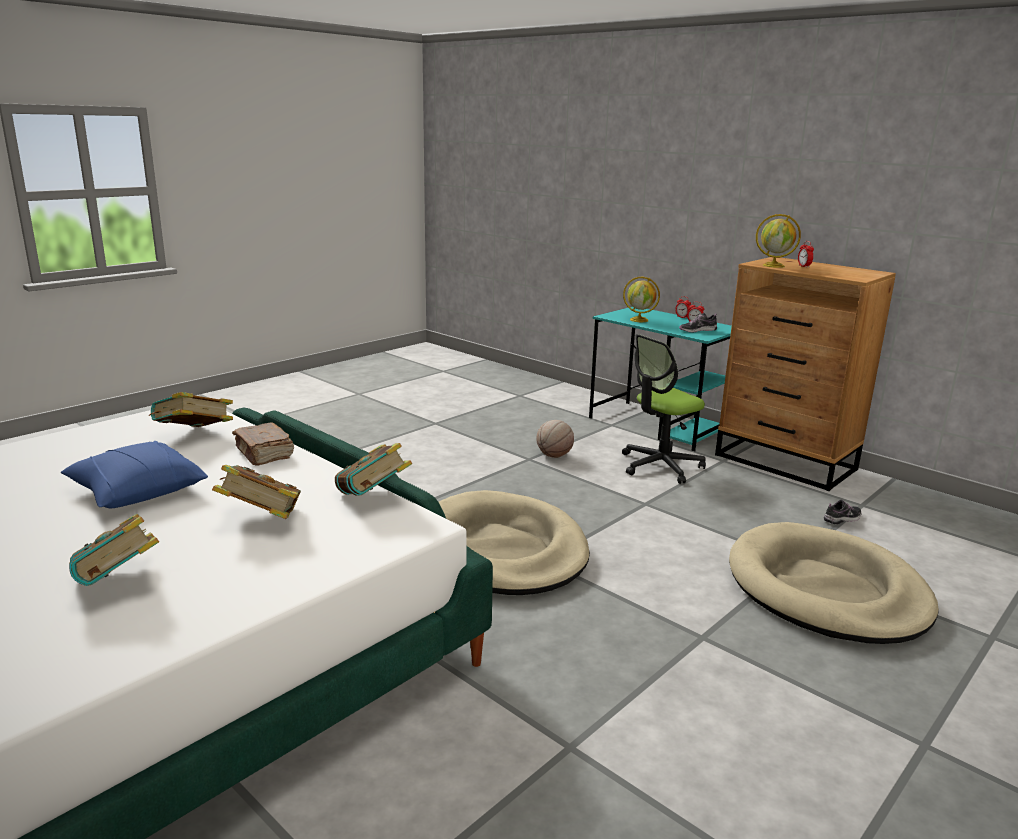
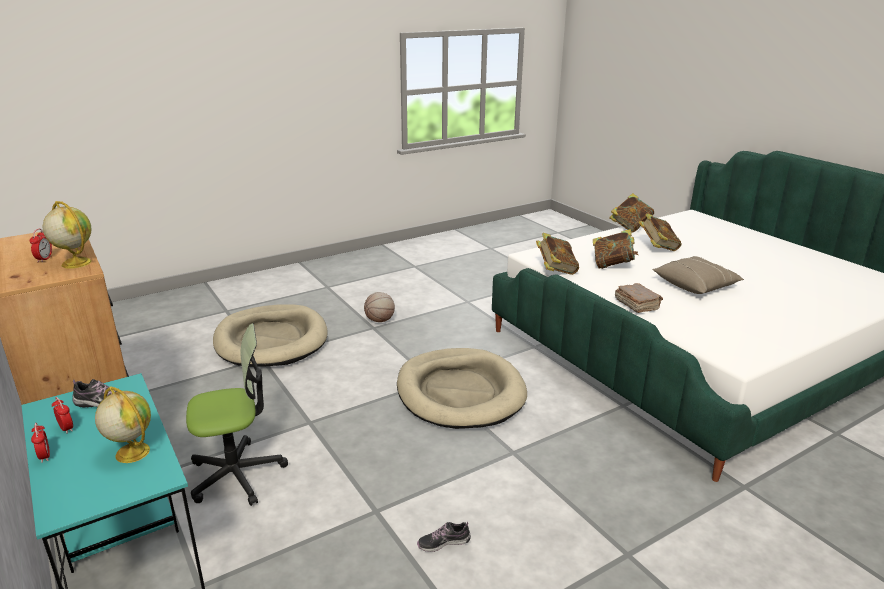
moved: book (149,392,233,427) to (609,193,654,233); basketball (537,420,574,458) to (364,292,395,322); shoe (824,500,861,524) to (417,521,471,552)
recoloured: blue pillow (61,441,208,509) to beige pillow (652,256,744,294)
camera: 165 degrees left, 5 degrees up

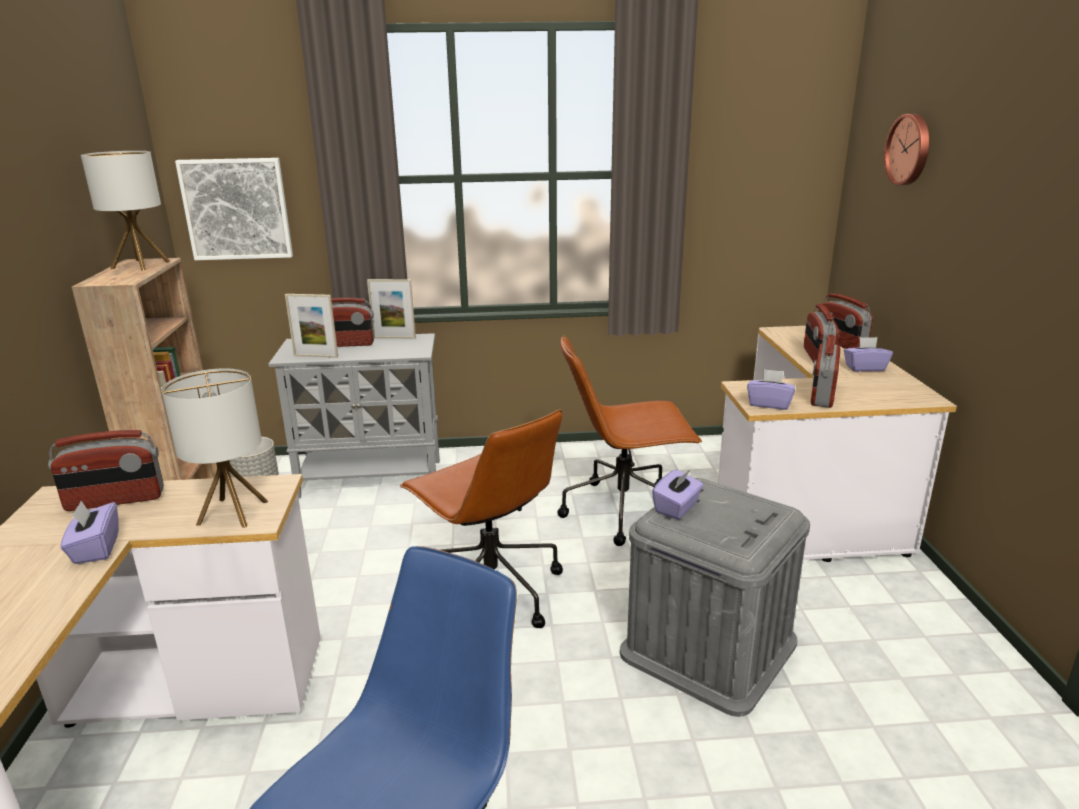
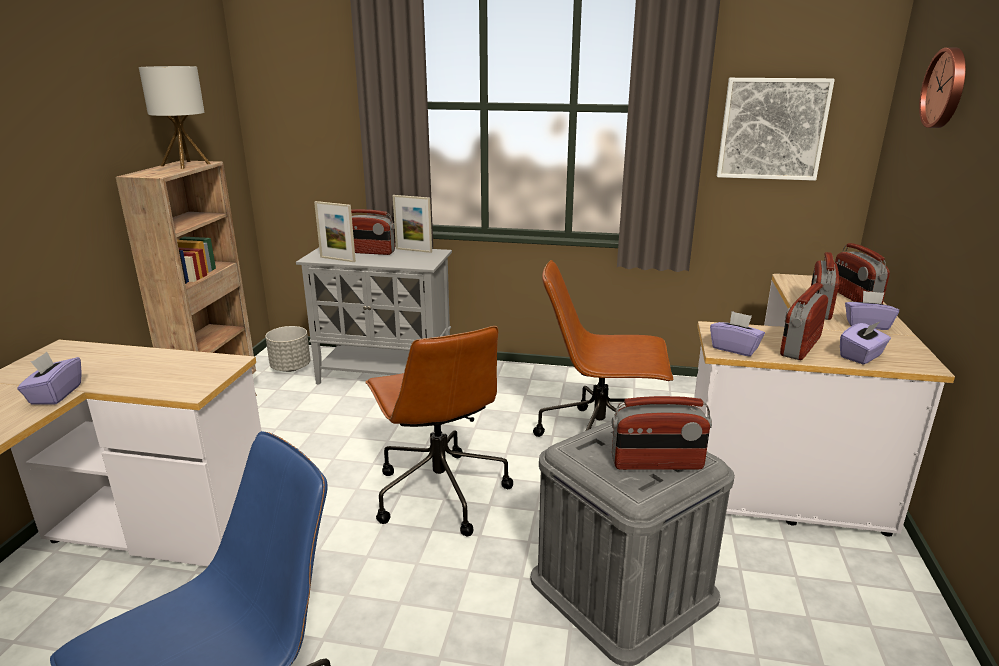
removed: table lamp (162,368,268,528)
moved: radio (48,430,164,511) to (612,396,712,470); picture (175,158,293,260) to (717,78,835,181); purple tissue box (652,470,703,519) to (840,322,891,364)
camera: 15 degrees right, 0 degrees up

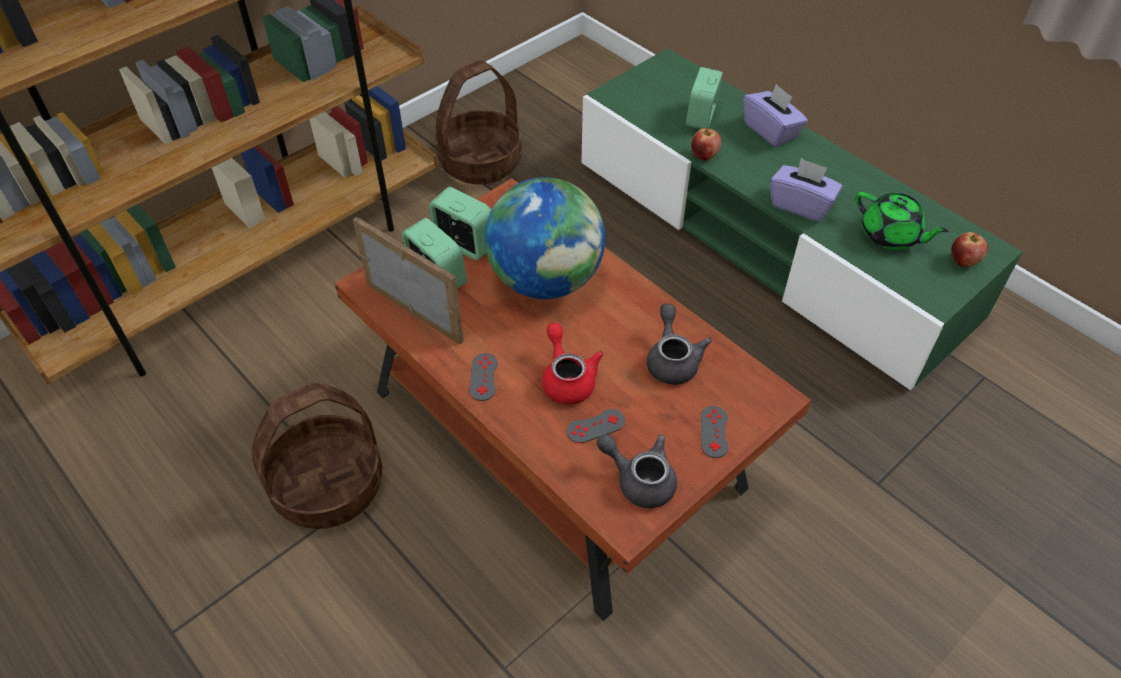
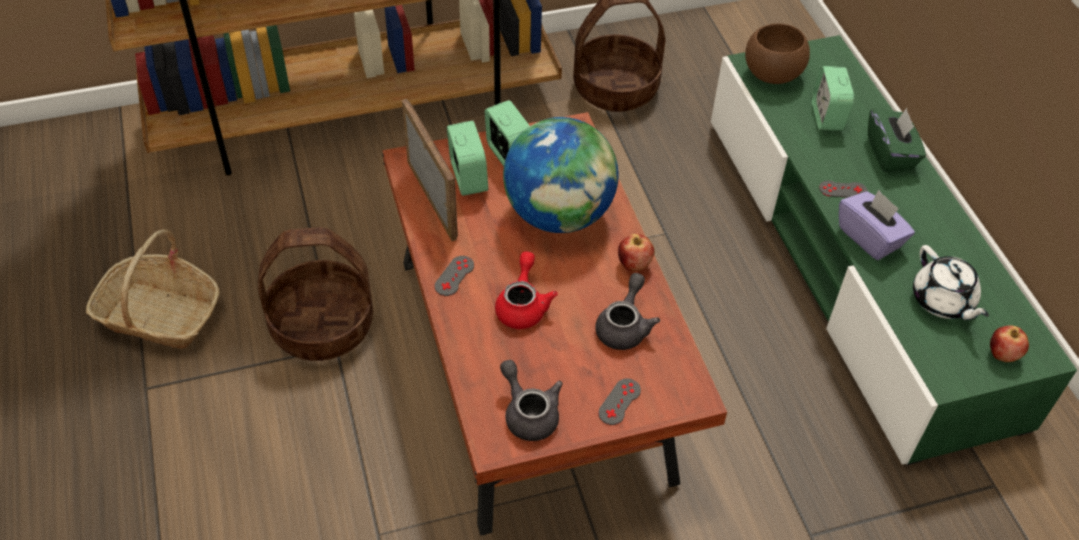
added: basket (86,229,220,349); brown bowl (745,23,810,84)
moved: grey game controller (567,409,625,443) to (819,181,868,198); apple (691,128,721,161) to (618,233,655,271)
recoloured: purple tissue box (743,84,808,147) to green tissue box (868,108,926,172); green teapot (855,192,949,250) to white teapot (913,245,989,320)
turned: alarm clock (686,67,723,129) = (812,66,854,131) 45 degrees counterclockwise
camera: 25 degrees right, 0 degrees up

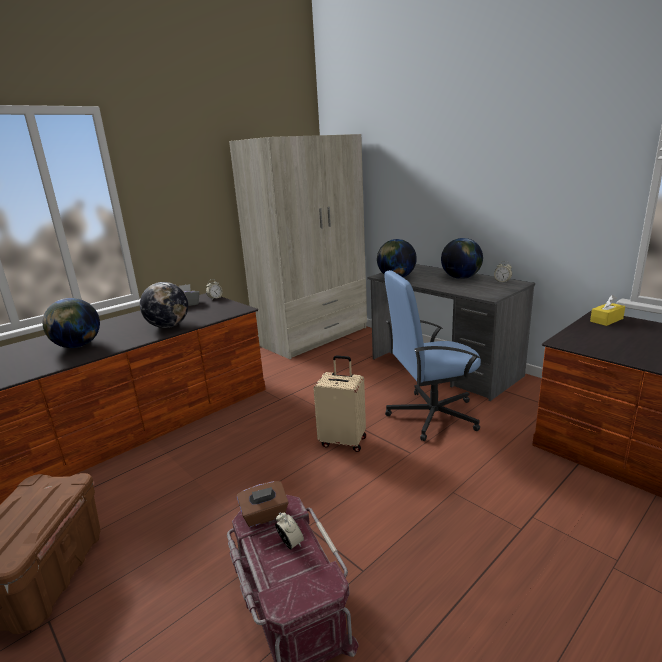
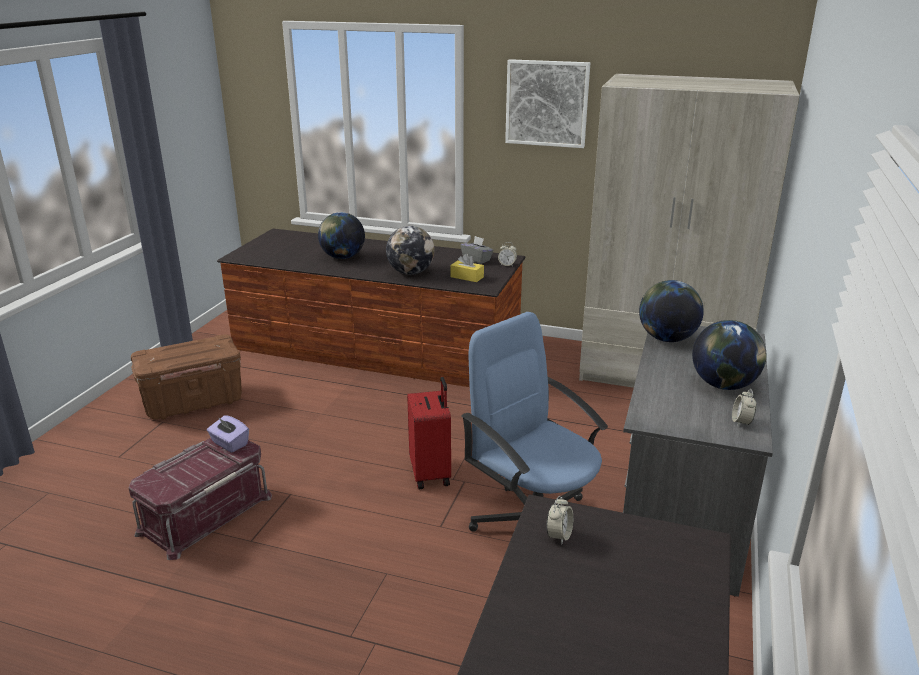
added: picture (505,59,590,148)
moved: alarm clock (275,512,304,549) to (546,496,573,545); yellow tissue box (590,295,625,326) to (450,253,484,282)
recoloured: brown tissue box (237,481,289,527) to purple tissue box (207,415,249,453); beige suitcase (313,355,366,452) to red suitcase (407,377,451,489)
camera: 60 degrees right, 5 degrees up

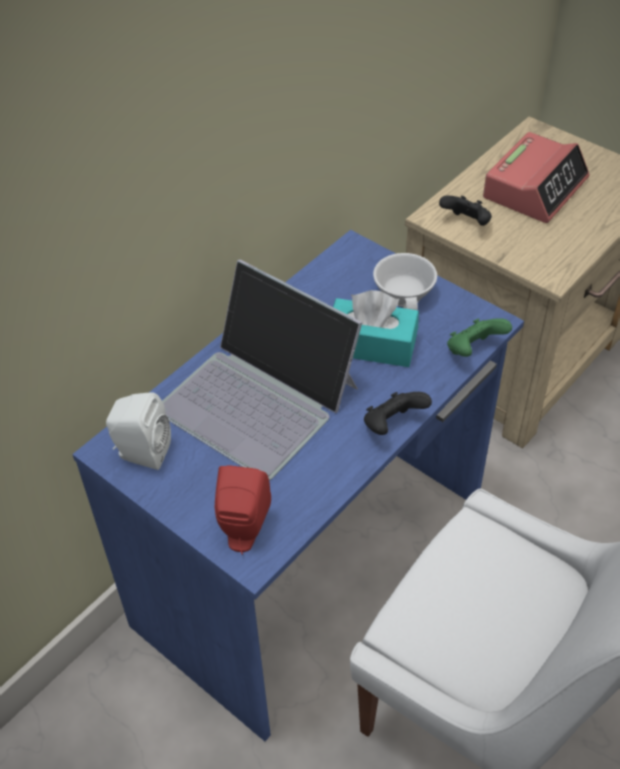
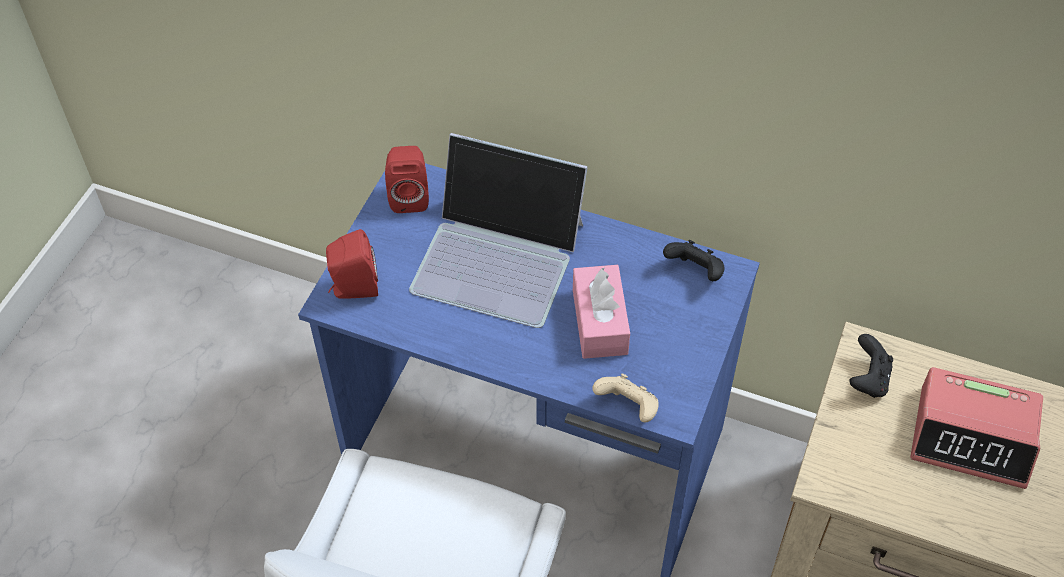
removed: white cup (373,253,437,310)
moved: black game controller (364,392,432,435) to (663,240,725,281)
recoloured: white speaker (106,392,171,470) to red speaker (385,146,429,213); turquoise tissue box (333,290,419,367) to pink tissue box (573,265,630,359); green game controller (447,318,512,357) to beige game controller (592,373,659,423)
turned: laptop (162,260,363,480) = (409,133,588,328) 90 degrees counterclockwise
camera: 70 degrees right, 5 degrees up

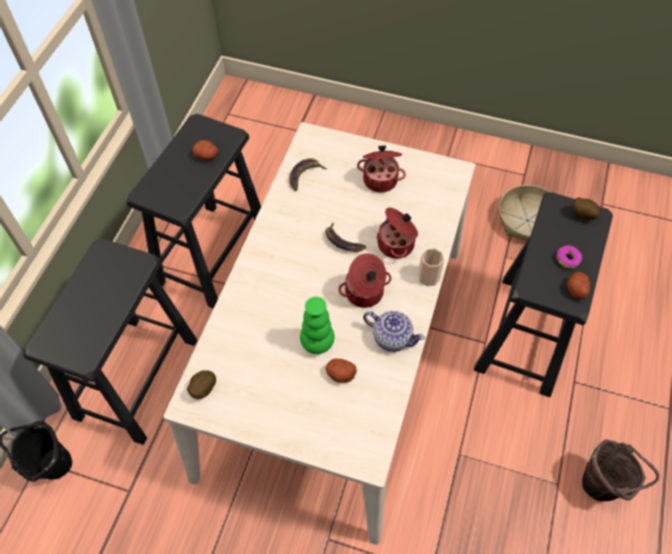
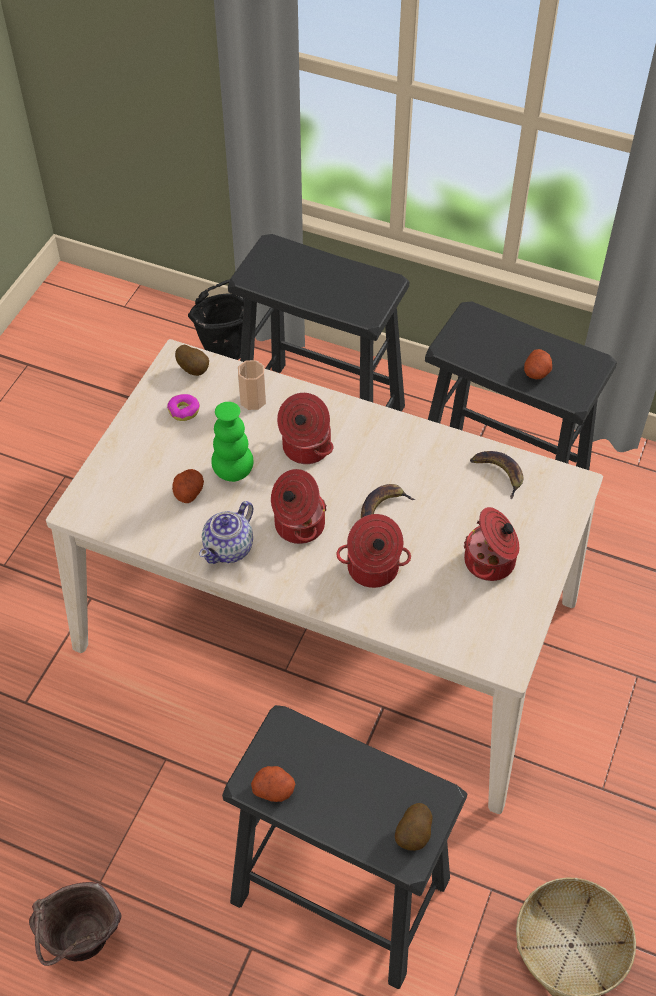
added: cooking pot (277,393,334,464)
moved: cup (418,248,444,286) to (238,360,266,410); donut (557,246,582,268) to (167,394,200,421)
camera: 95 degrees right, 5 degrees down

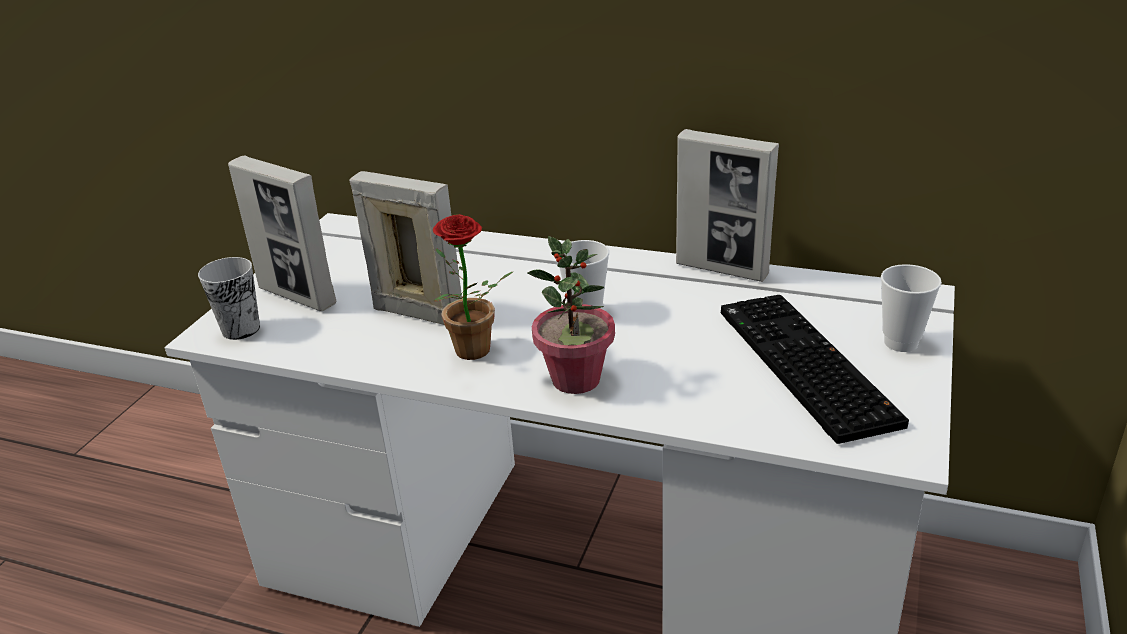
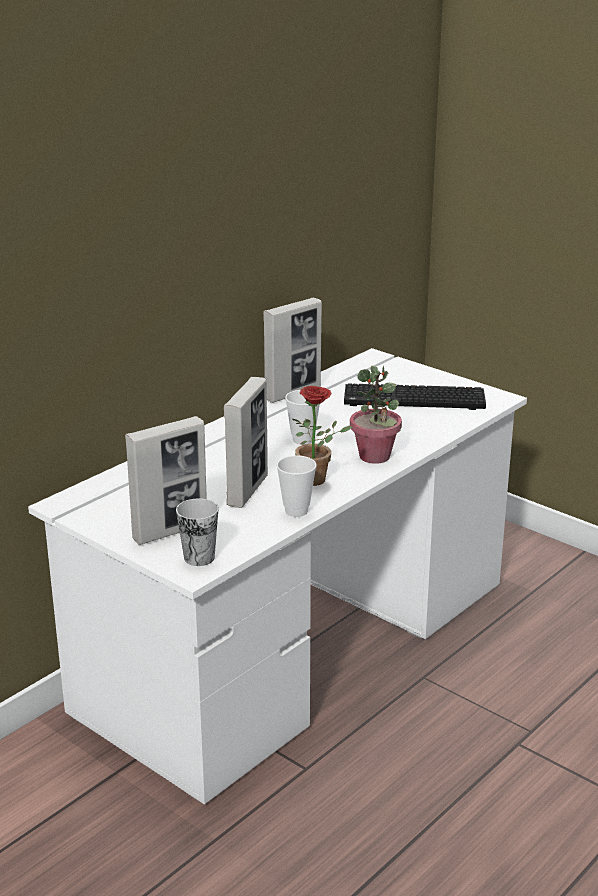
moved: cup (881,264,942,352) to (277,455,317,517)
turned: picture frame (349,171,462,325) = (224,377,268,508) 150 degrees clockwise
camera: 70 degrees left, 5 degrees down

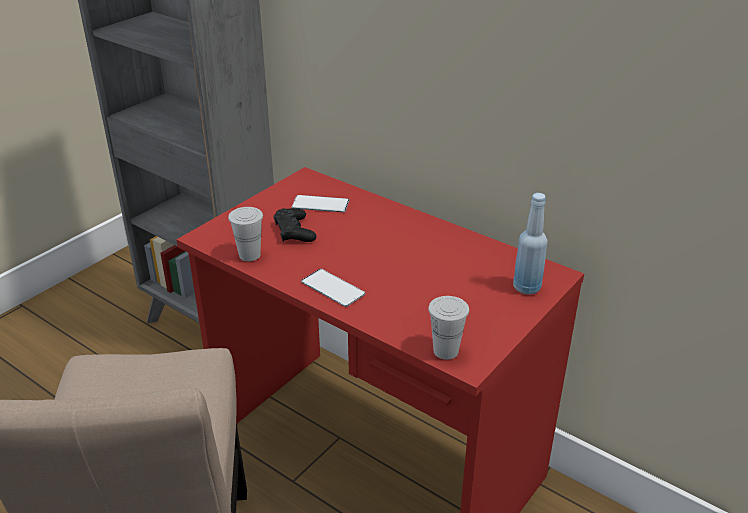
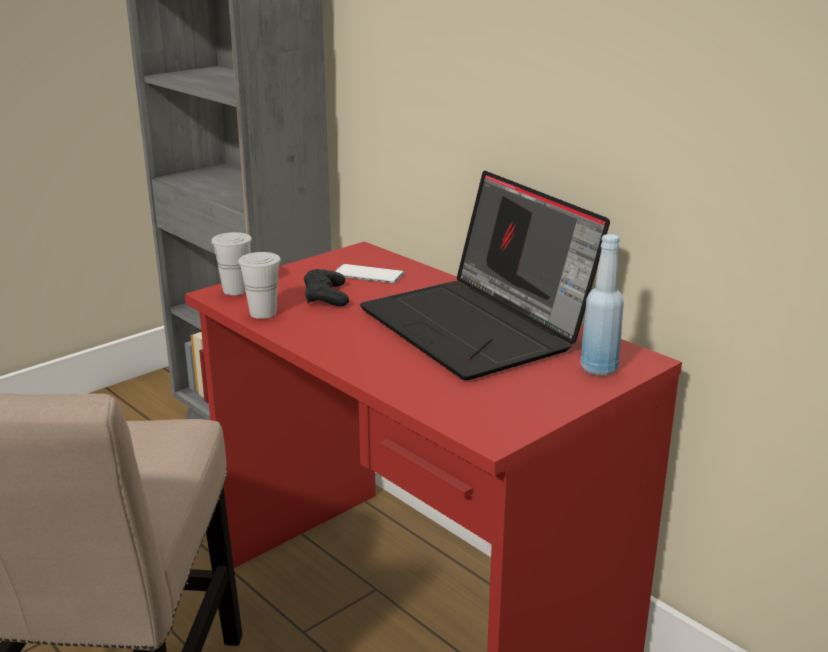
removed: phone (301,269,365,307)
added: laptop (360,171,610,380)
moved: white cup (428,296,469,360) to (211,232,252,295)
camera: 10 degrees right, 10 degrees down

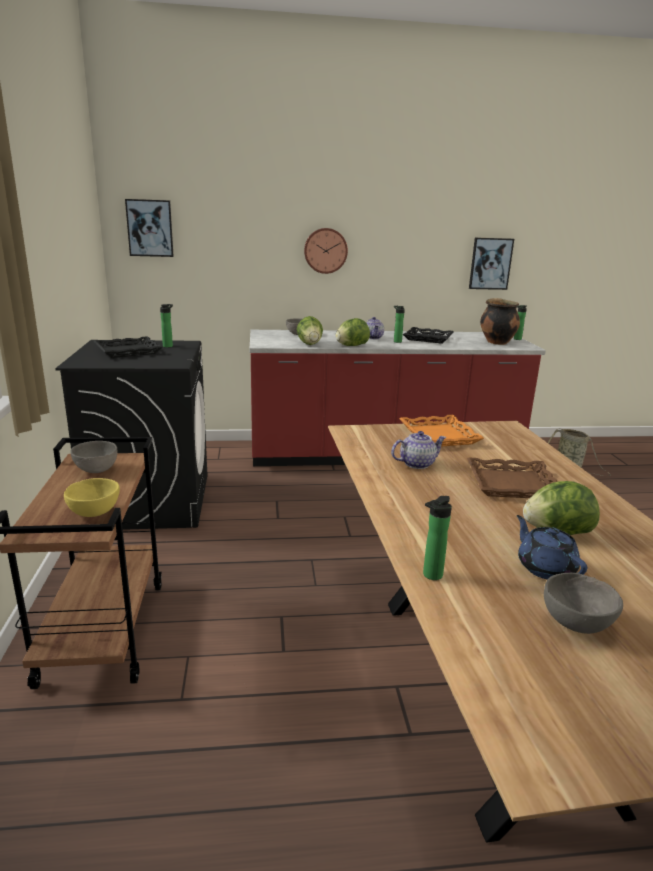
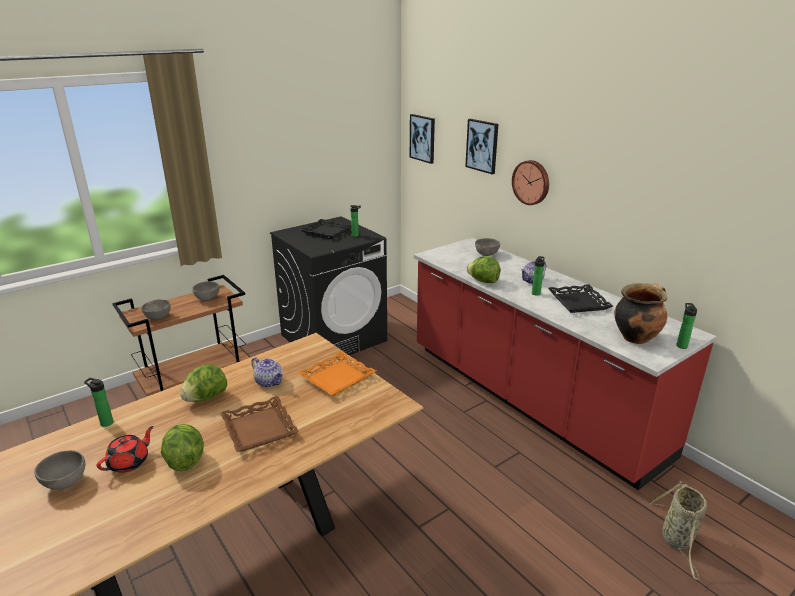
moved: lettuce (296,316,323,345) to (180,364,227,402); picture (469,238,514,290) to (465,119,498,174)
recoloured: yellow bowl (64,478,120,517) to grey bowl (142,299,171,320); blue teapot (517,515,587,580) to red teapot (97,426,154,473)
camera: 60 degrees right, 5 degrees up

